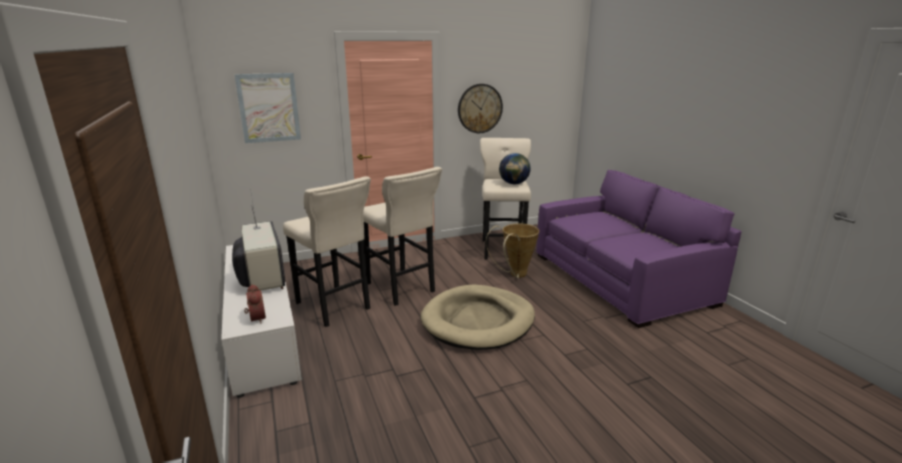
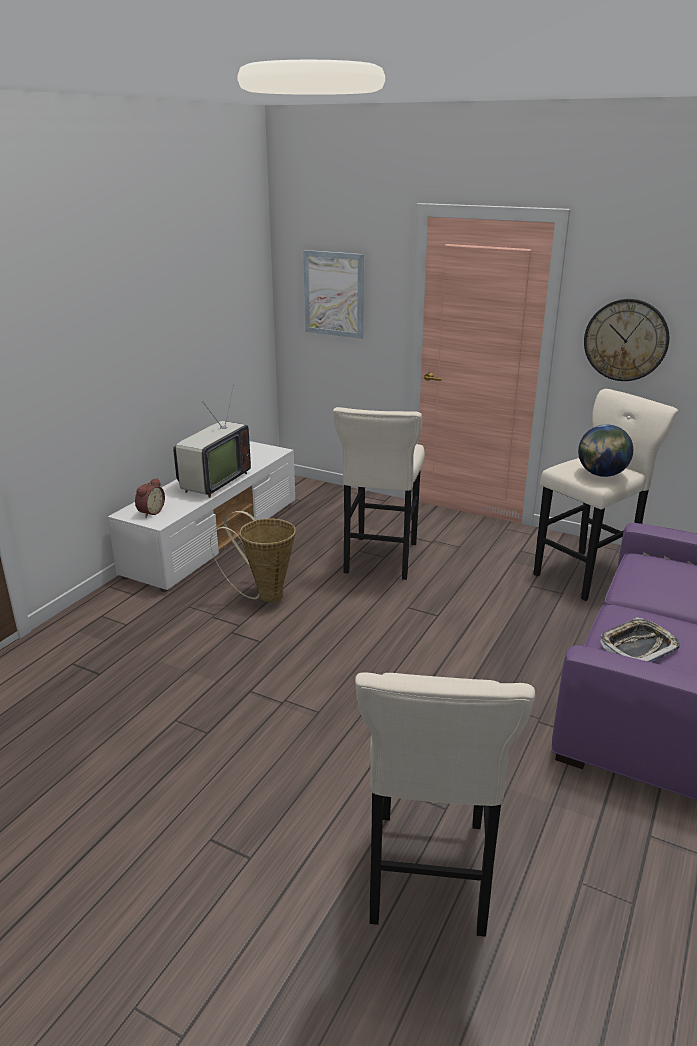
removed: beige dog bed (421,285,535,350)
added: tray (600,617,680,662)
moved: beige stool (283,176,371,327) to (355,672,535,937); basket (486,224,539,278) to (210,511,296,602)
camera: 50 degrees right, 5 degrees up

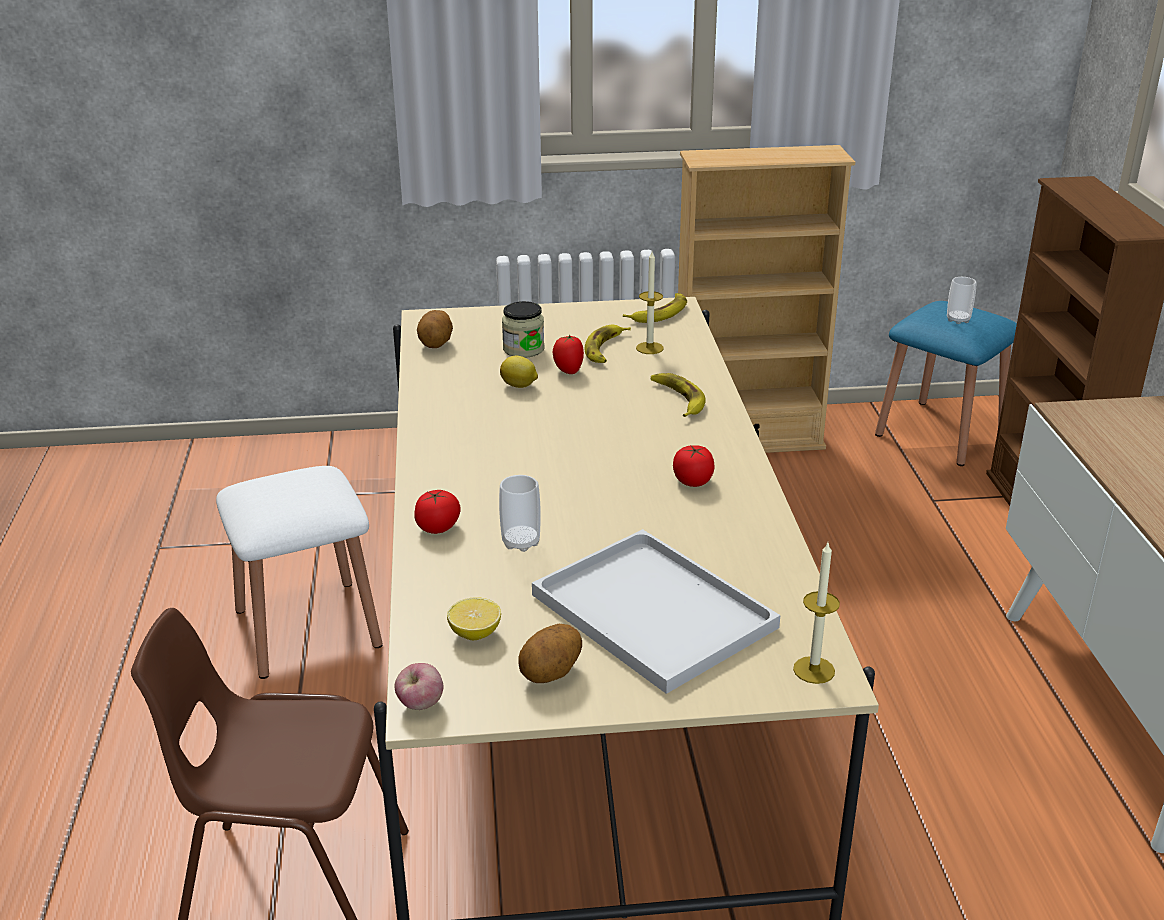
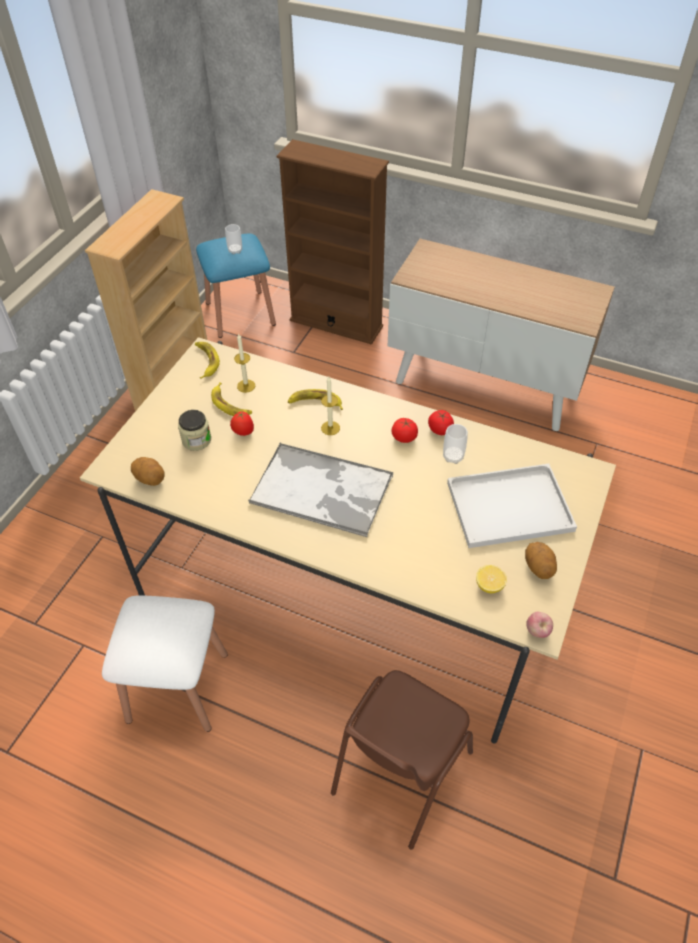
removed: lemon (500,356,538,388)
added: tray (248,442,393,537)
moved: tomato (414,490,461,534) to (428,410,454,435); cup (499,475,541,552) to (443,424,468,464); candle (793,543,840,684) to (321,376,340,435)
camera: 60 degrees left, 20 degrees up

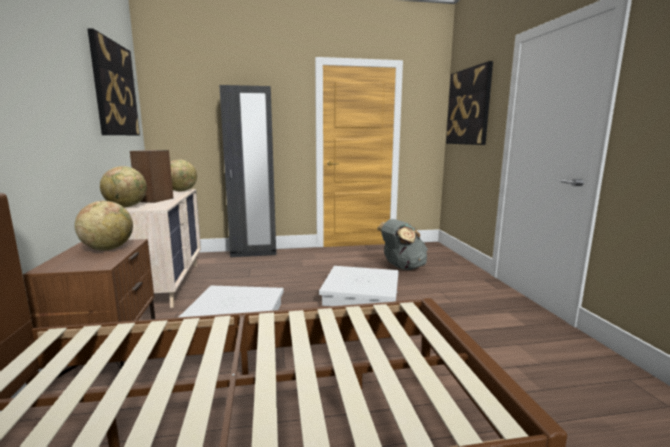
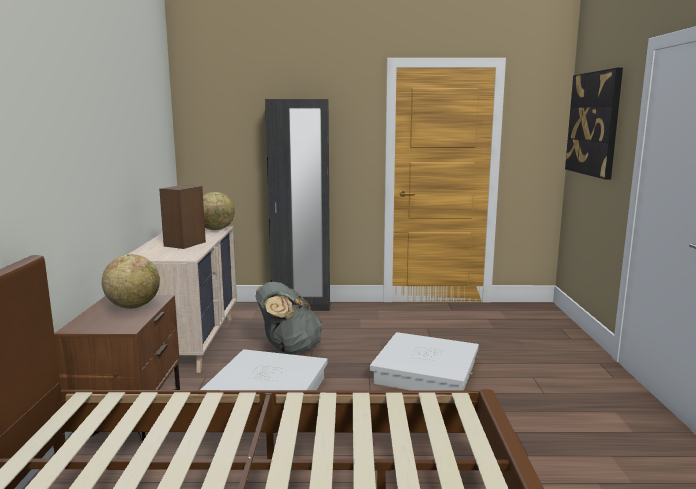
removed: picture (87,28,140,135); globe (100,166,147,207)
moved: grey backpack (377,219,428,270) to (255,282,323,355)
camera: 10 degrees right, 0 degrees up

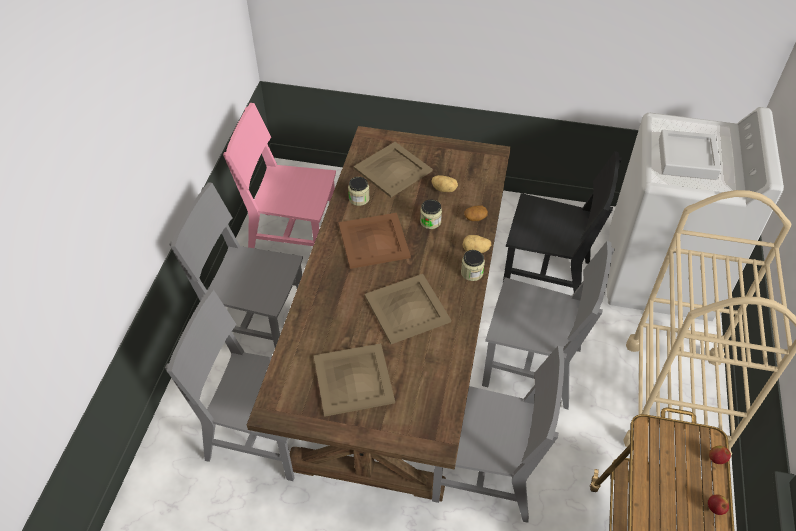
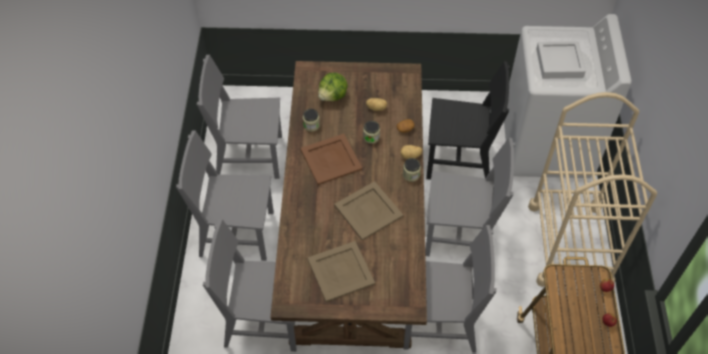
replaced: beige tray (353,142,433,197) to lettuce (318,73,348,101)
recoloured: pink chair (223,103,336,248) to grey chair (197,55,282,179)
camera: 10 degrees left, 5 degrees up

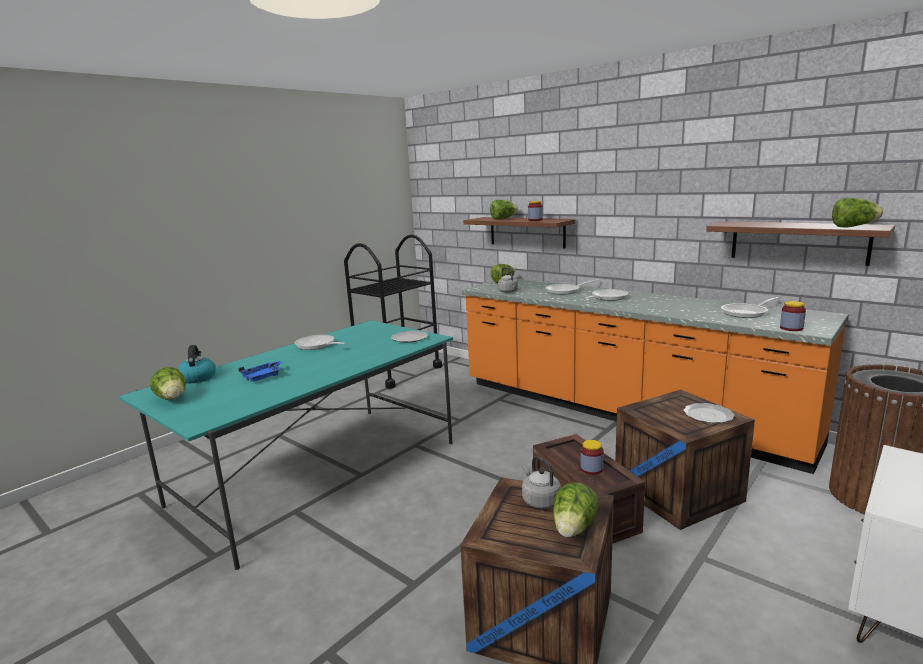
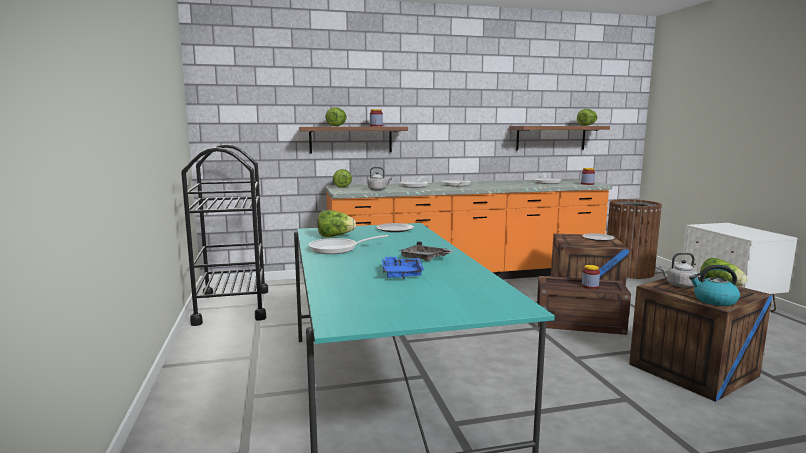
added: grey tray (399,241,453,261)
moved: lettuce (150,367,186,400) to (317,210,356,237); kettle (177,345,216,383) to (689,265,740,306)
camera: 55 degrees left, 5 degrees down

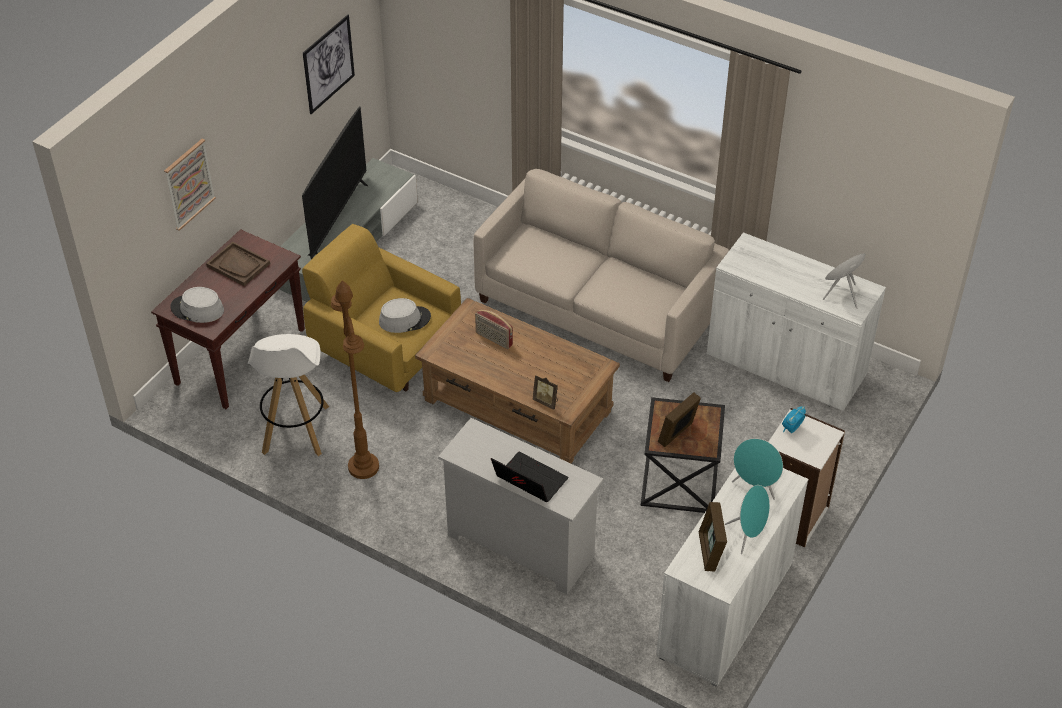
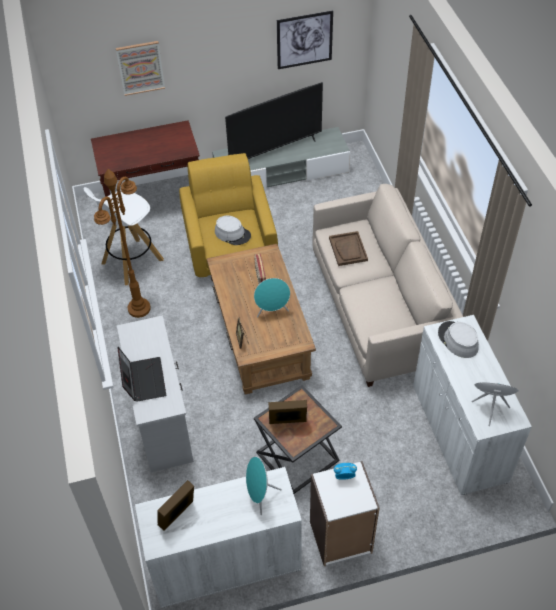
moved: grey hat (171,287,224,323) to (438,321,479,358); brown tray (206,242,270,286) to (329,231,368,266); turquoise speaker (725,485,770,554) to (254,278,290,317)
camera: 45 degrees right, 5 degrees up

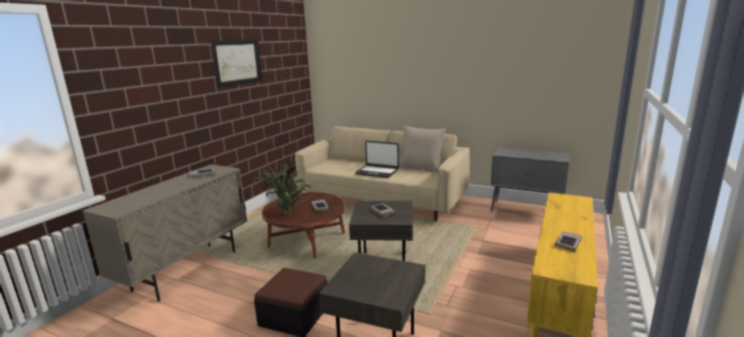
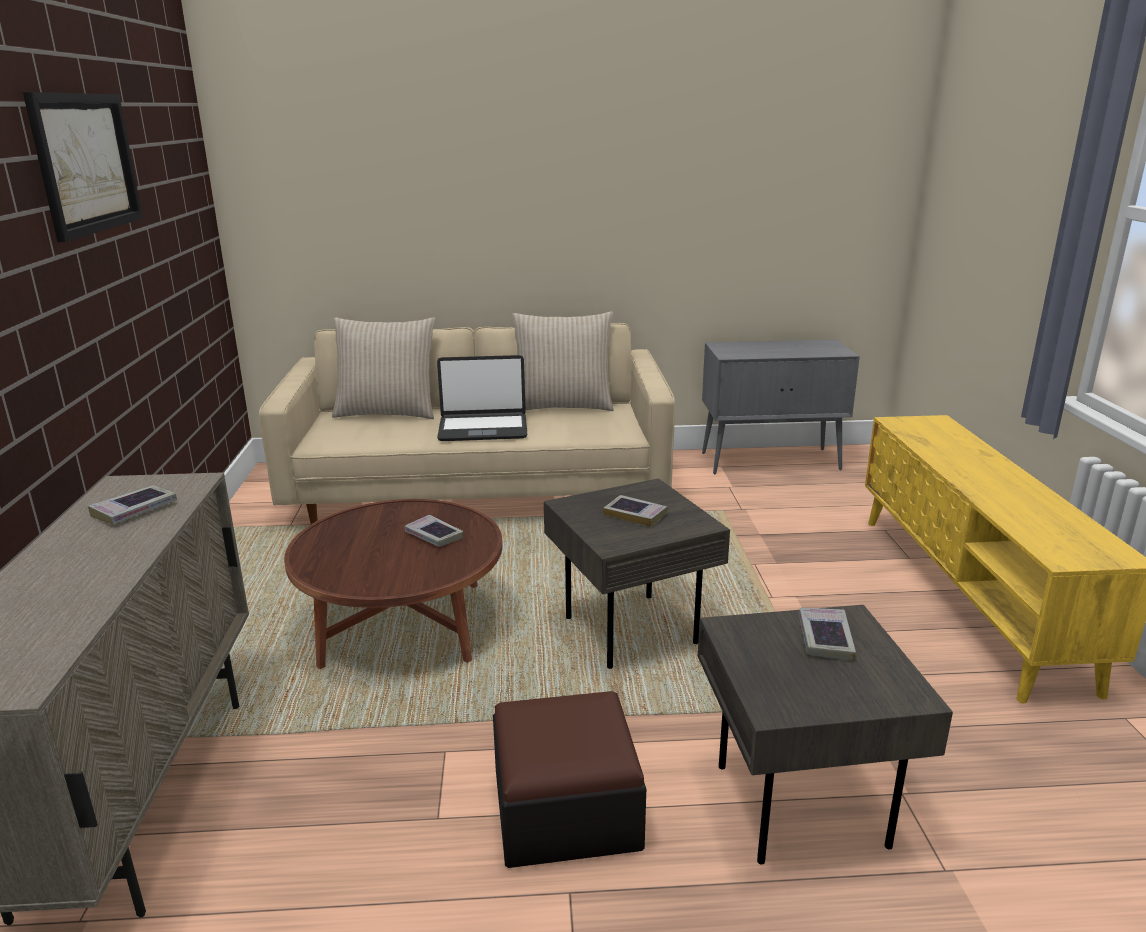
removed: potted plant (253,163,311,216)
added: beige pillow (332,317,435,419)
moved: book (555,231,582,252) to (799,608,856,661)
camera: 30 degrees left, 5 degrees up

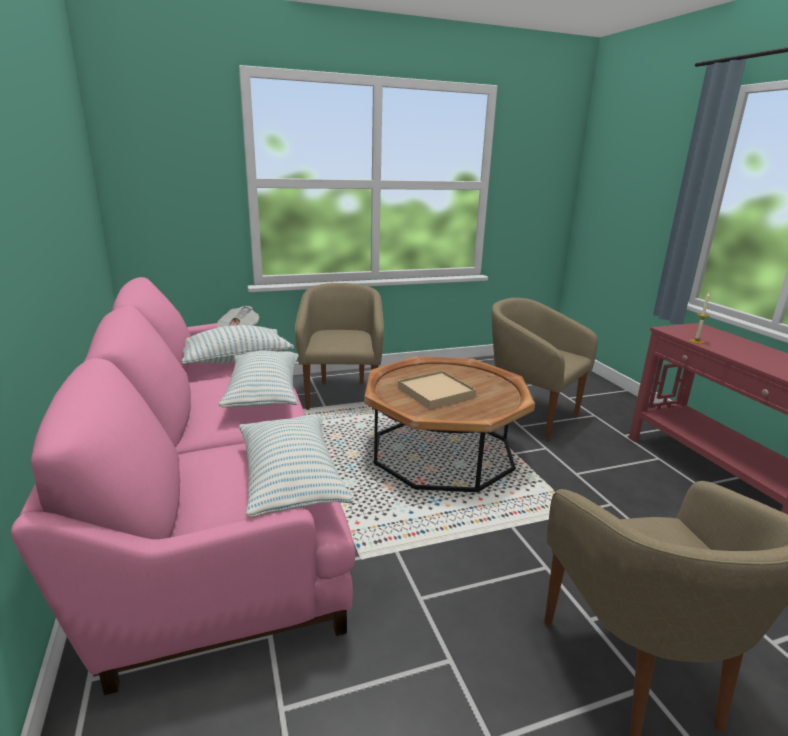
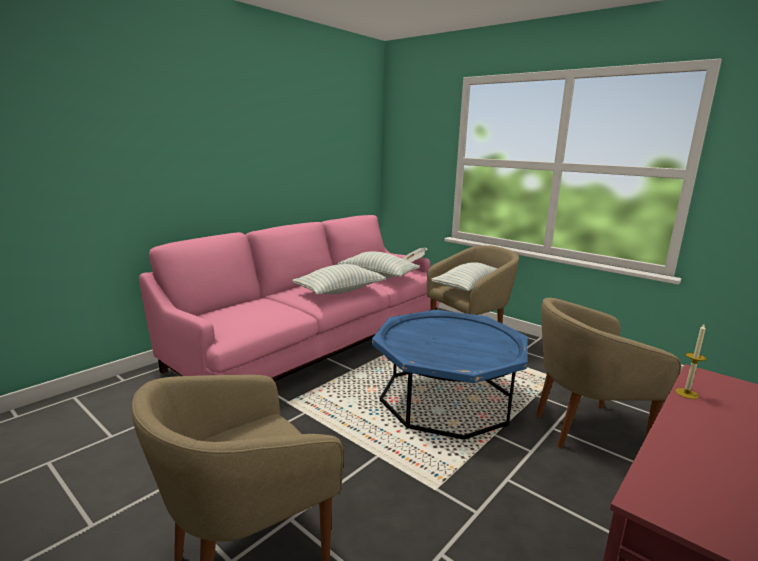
removed: beige tray (398,371,476,409)
moved: pillow (239,415,353,517) to (431,262,497,291)
recoloured: brown coffee table (364,356,535,492) to blue coffee table (372,310,528,440)
turned: beige armchair (492,298,598,440) = (536,298,681,448) 105 degrees counterclockwise
camera: 60 degrees right, 5 degrees down

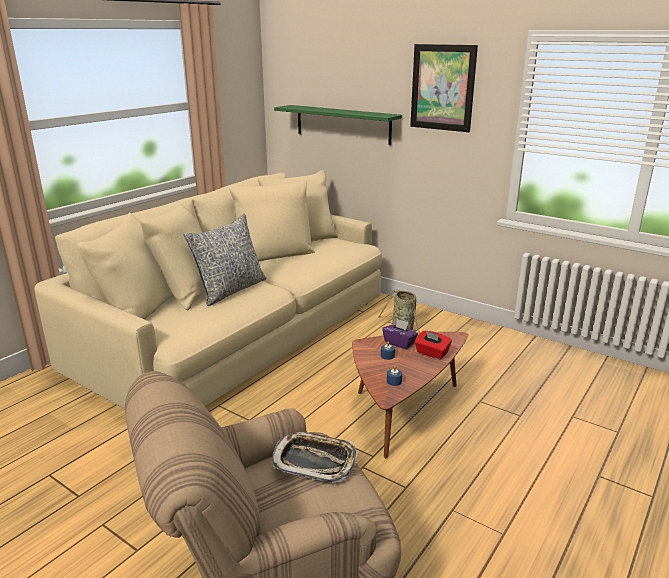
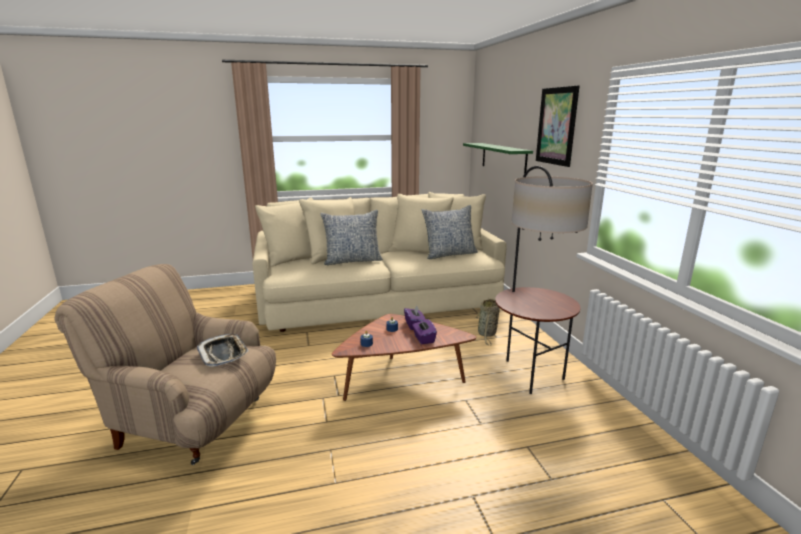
added: pillow (422,205,478,259); floor lamp (495,166,593,394)
recoloured: red tissue box (415,331,452,360) to purple tissue box (412,319,437,344)
camera: 40 degrees right, 5 degrees down

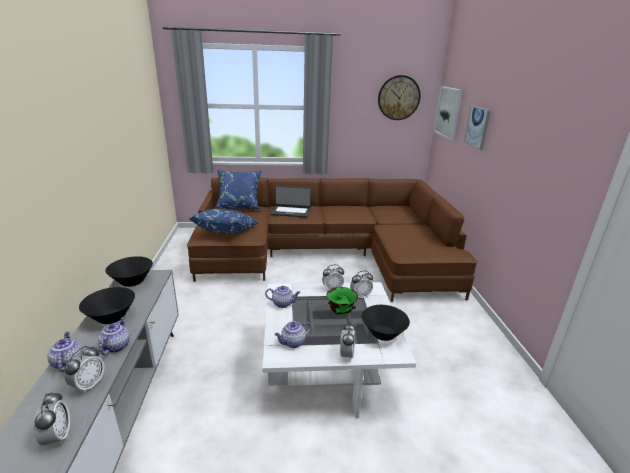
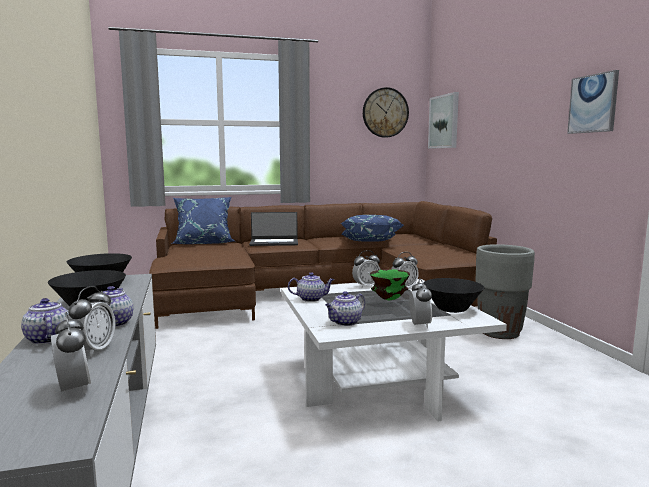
added: grey planter (475,244,535,339)
moved: blue pillow (189,209,258,233) to (340,215,404,242); picture (464,106,491,150) to (567,70,619,134)
camera: 10 degrees left, 15 degrees down

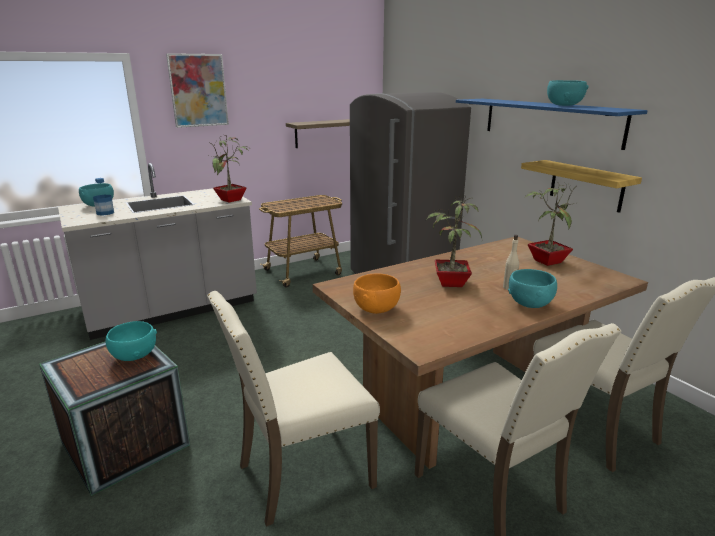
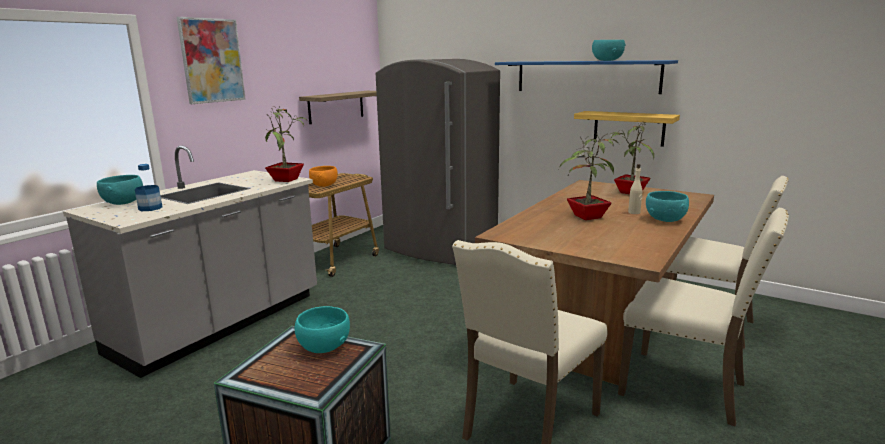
moved: orange bowl (353,274,401,314) to (309,166,338,187)
camera: 25 degrees left, 5 degrees down

